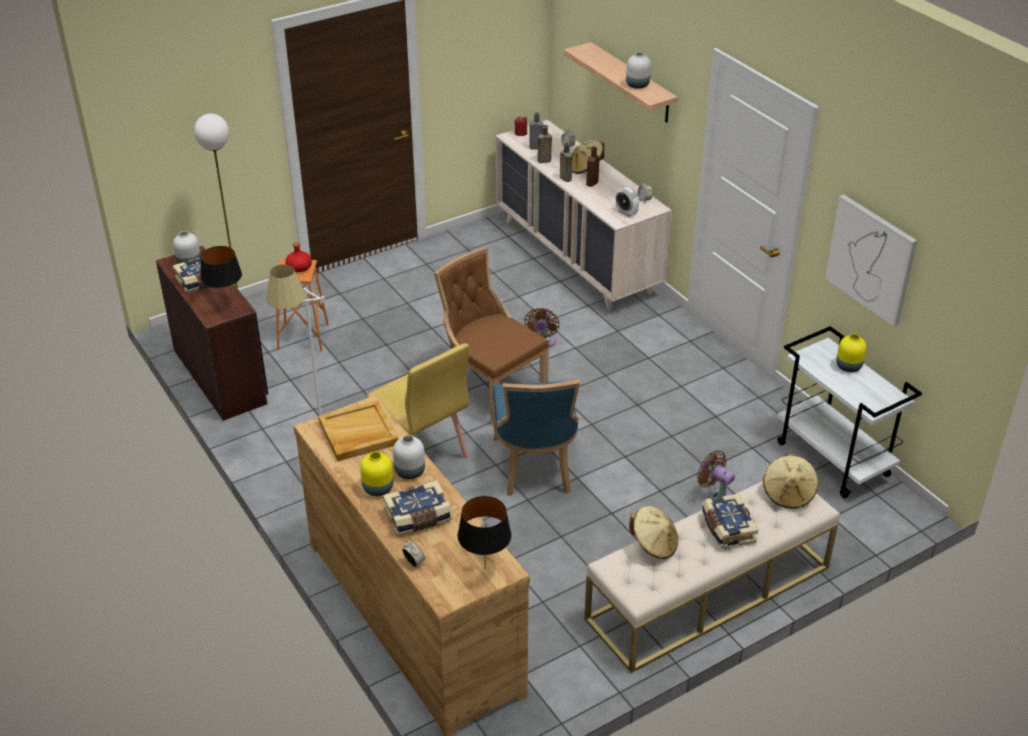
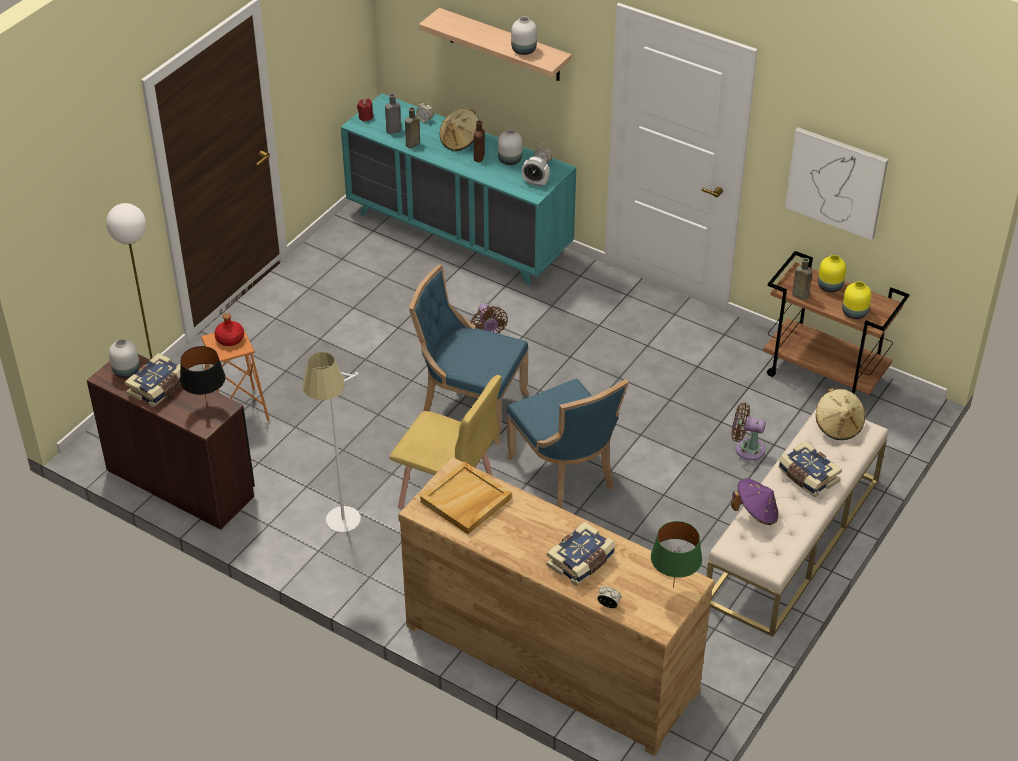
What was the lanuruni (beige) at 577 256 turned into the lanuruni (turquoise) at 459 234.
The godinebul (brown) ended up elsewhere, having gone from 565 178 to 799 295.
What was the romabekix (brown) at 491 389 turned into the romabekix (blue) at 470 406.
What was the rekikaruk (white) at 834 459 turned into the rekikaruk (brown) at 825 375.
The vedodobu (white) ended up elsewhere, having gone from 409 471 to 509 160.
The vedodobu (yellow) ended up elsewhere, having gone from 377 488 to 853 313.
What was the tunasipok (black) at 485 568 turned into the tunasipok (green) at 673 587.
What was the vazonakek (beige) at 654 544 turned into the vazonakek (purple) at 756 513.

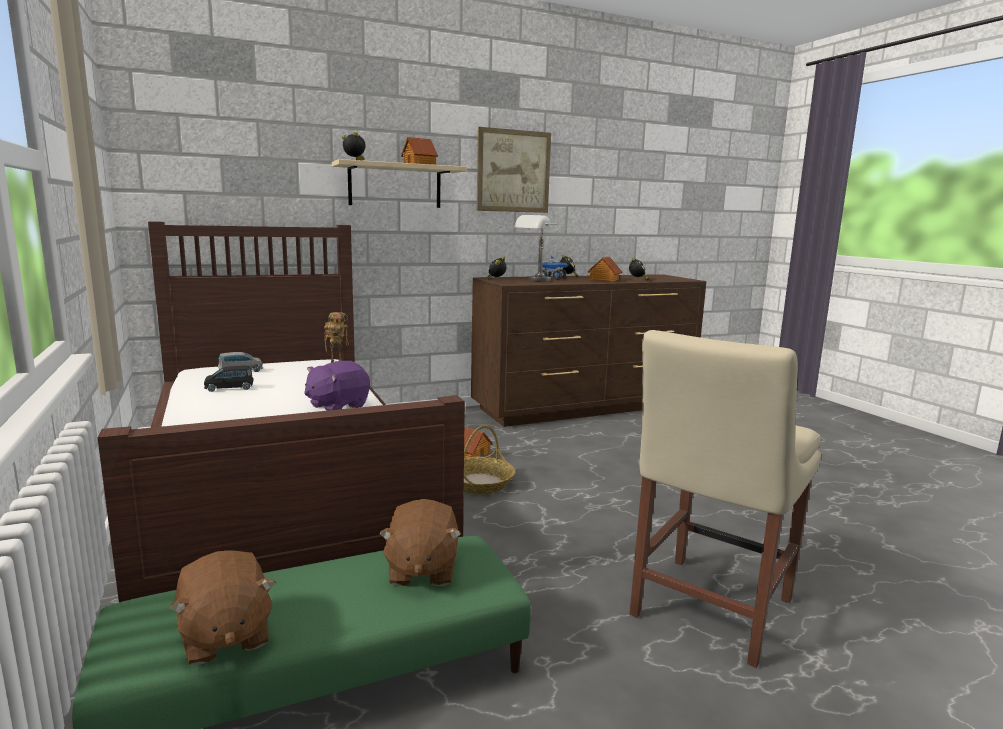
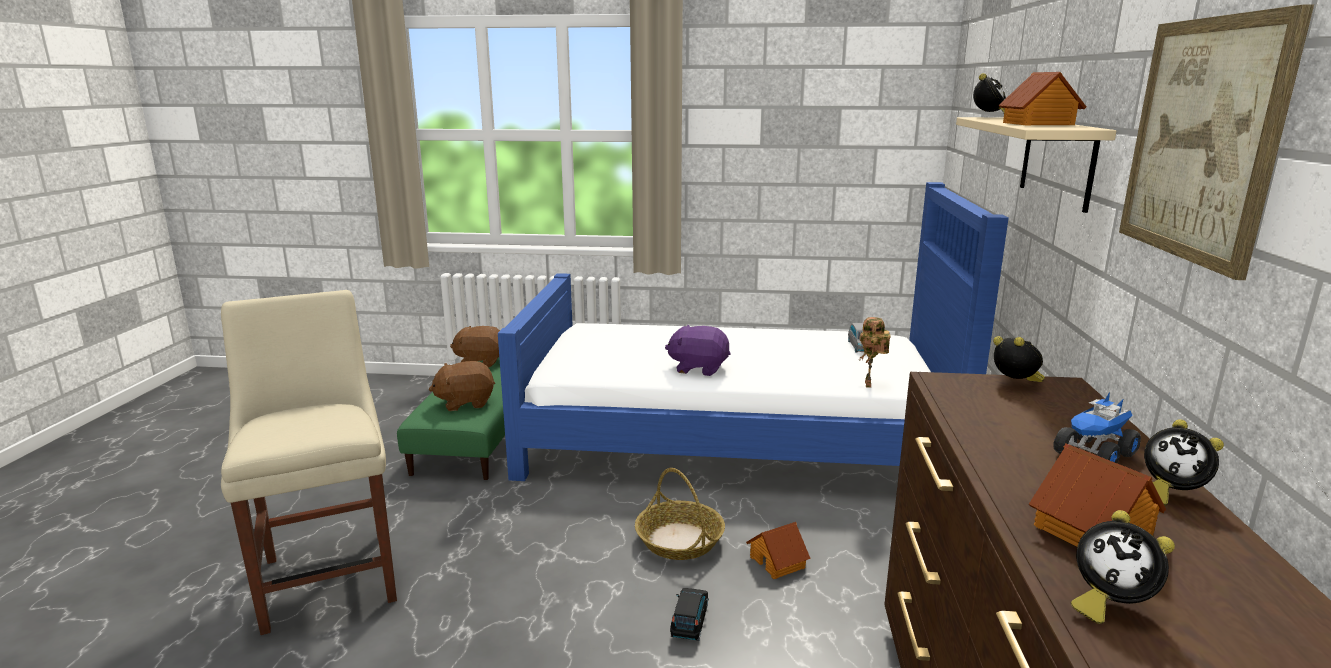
The second view lost the tunasipok (grey) at 535 280.
What was the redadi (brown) at 283 495 turned into the redadi (blue) at 735 439.
The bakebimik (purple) at 337 406 ended up facing another way, 60 degrees counterclockwise from before.
The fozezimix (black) ended up elsewhere, having gone from 229 388 to 689 621.
The bakebimik (brown) at 421 570 ended up facing another way, 45 degrees counterclockwise from before.

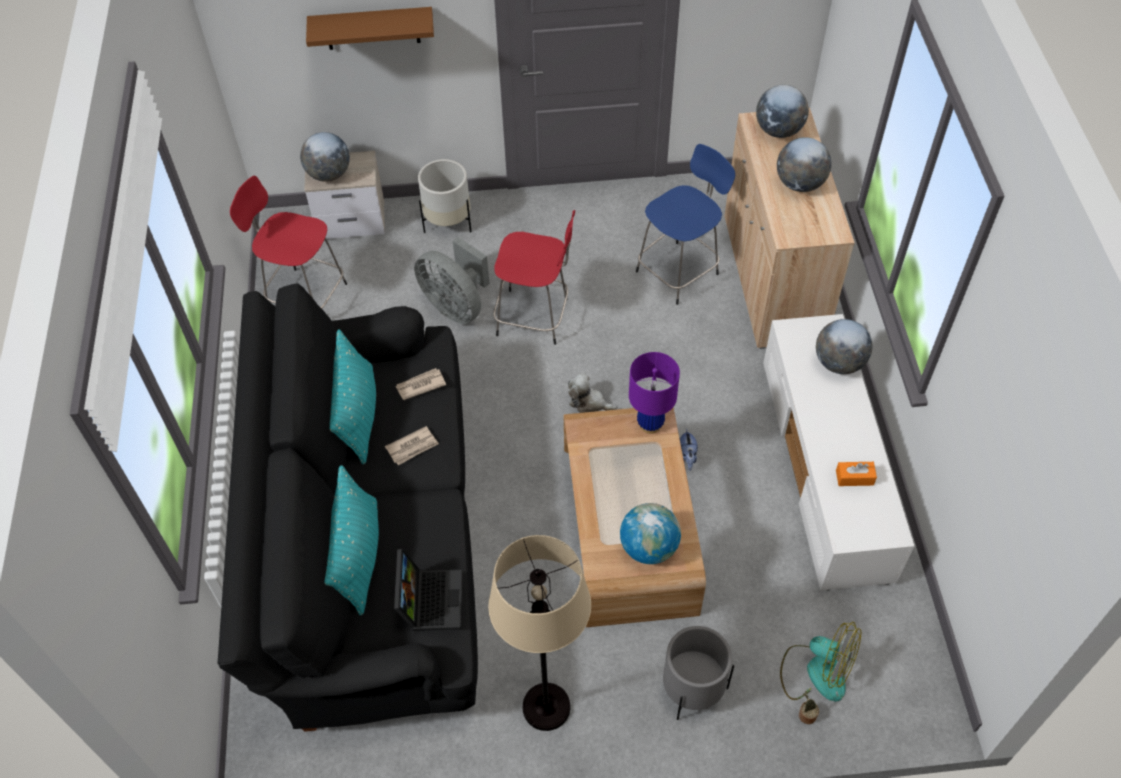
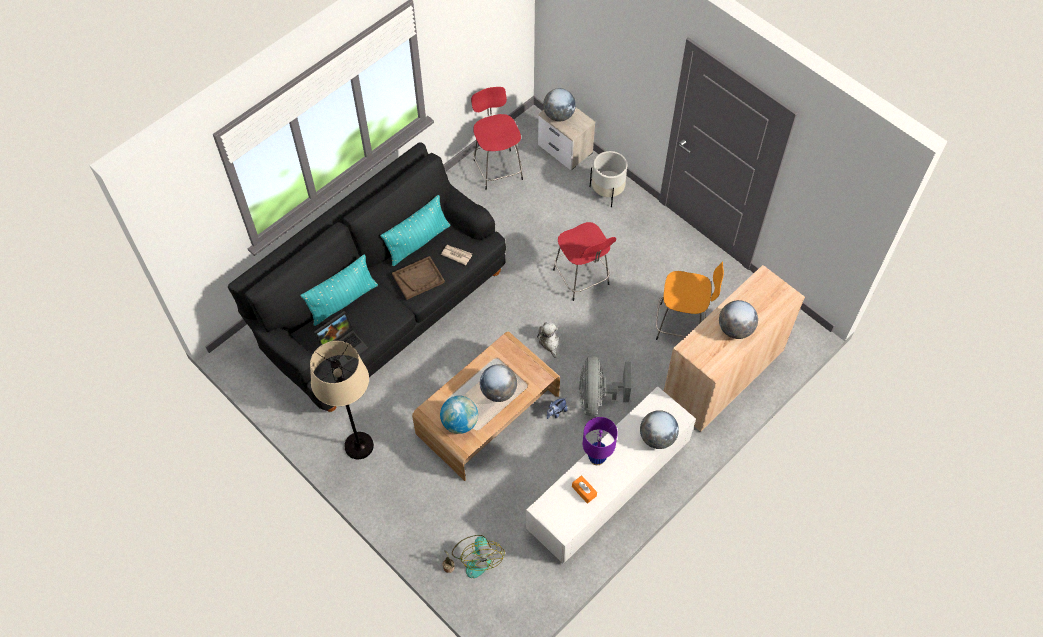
The second view lost the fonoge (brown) at 372 28.
The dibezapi ended up elsewhere, having gone from 779 131 to 498 391.
What was the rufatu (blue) at 679 271 turned into the rufatu (orange) at 681 325.
The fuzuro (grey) ended up elsewhere, having gone from 456 306 to 598 397.
The tunasipok (purple) ended up elsewhere, having gone from 650 424 to 597 458.
Where the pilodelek stood at 412 447, the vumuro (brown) came to stand at 418 278.
The second view lost the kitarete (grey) at 692 689.

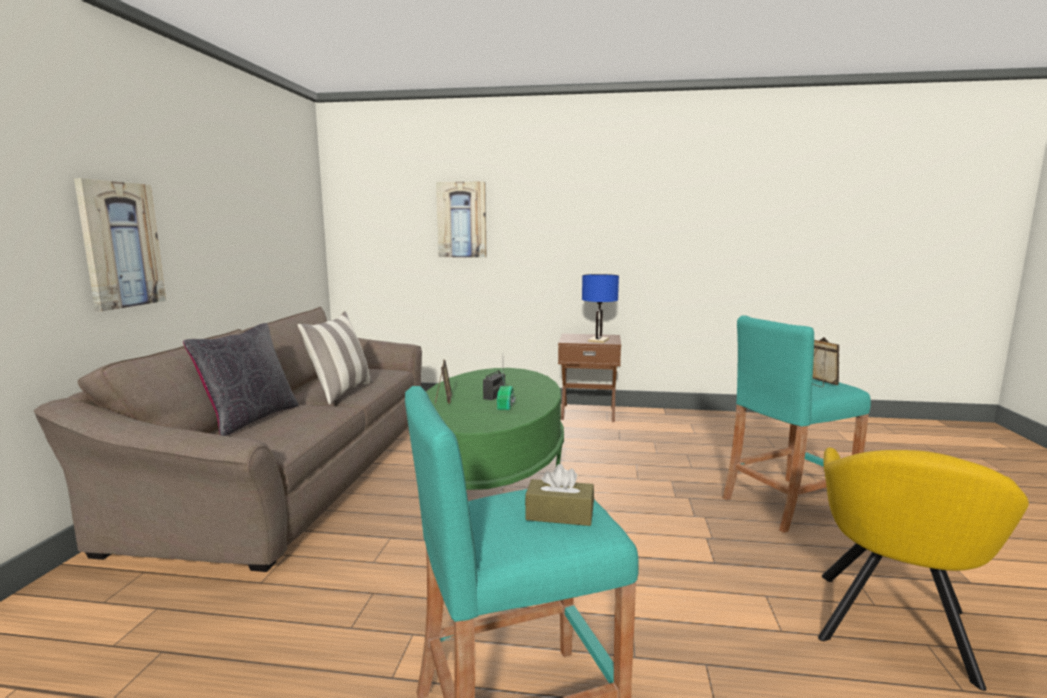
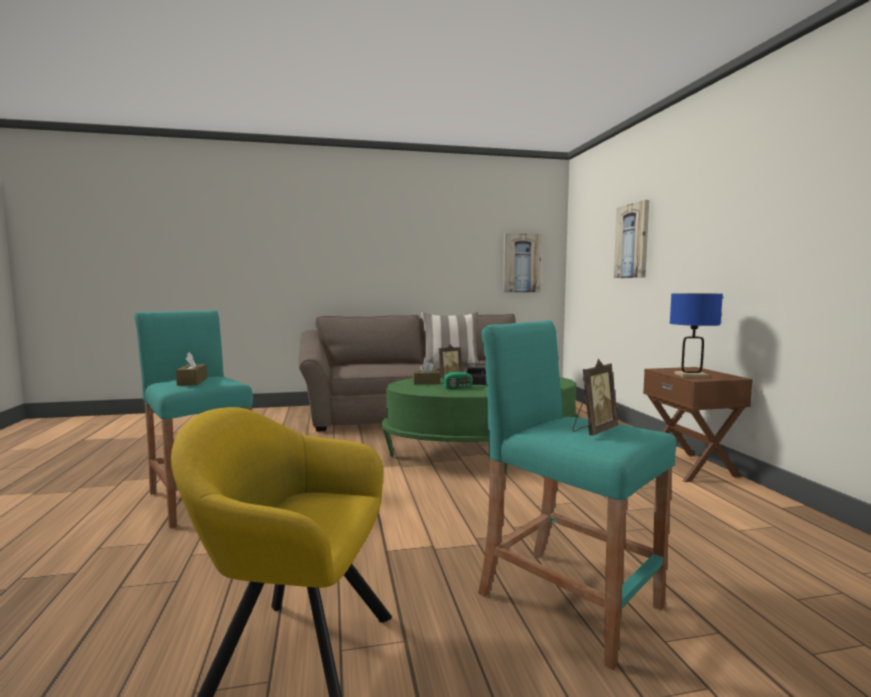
The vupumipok ended up elsewhere, having gone from 121 245 to 521 263.
The second view lost the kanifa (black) at 250 419.
The second view gained the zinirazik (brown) at 426 383.

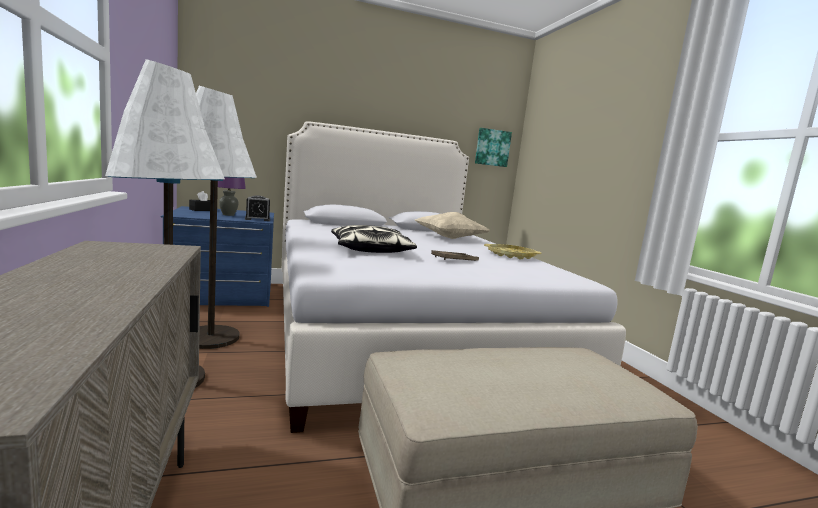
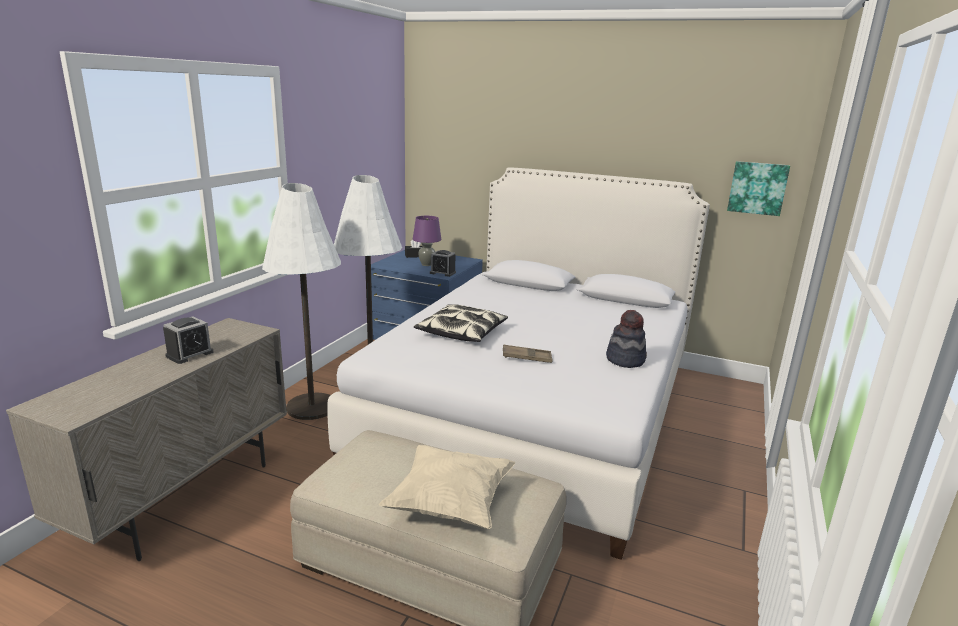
The kanifa (beige) ended up elsewhere, having gone from 449 238 to 450 504.
Where the vumuro (yellow) stood at 511 255, the vazonakek came to stand at 625 360.
The second view gained the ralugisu at 189 354.

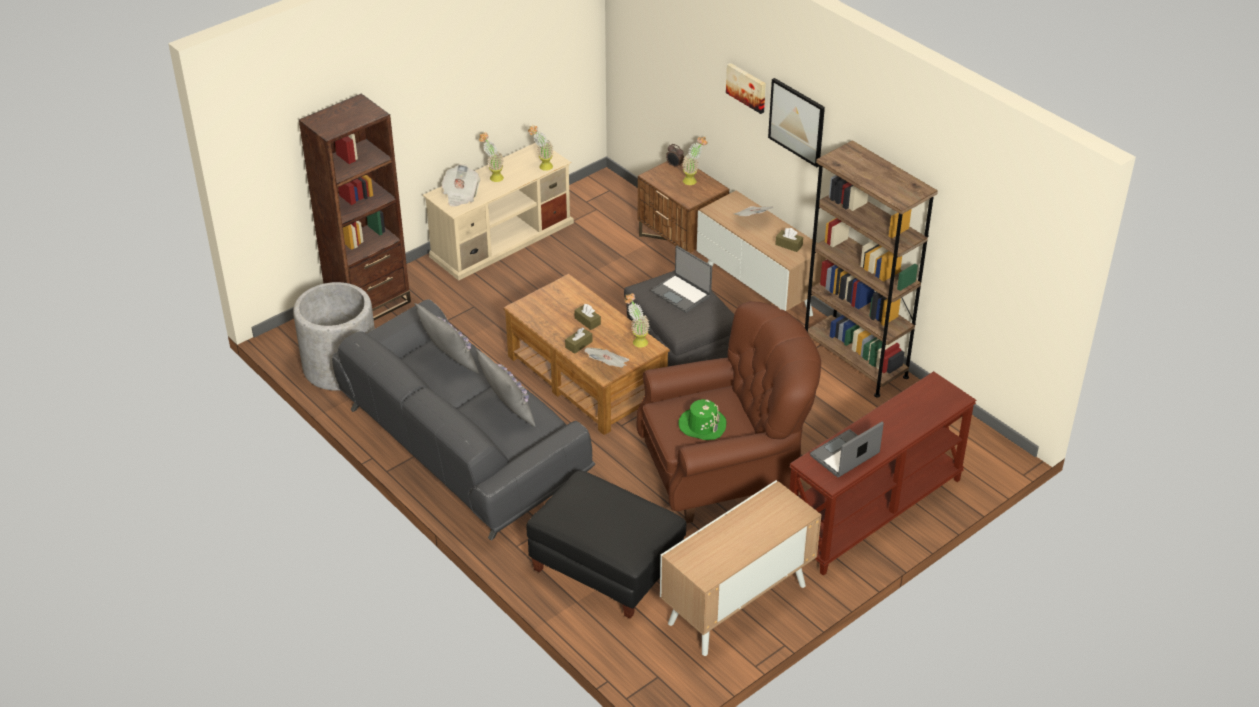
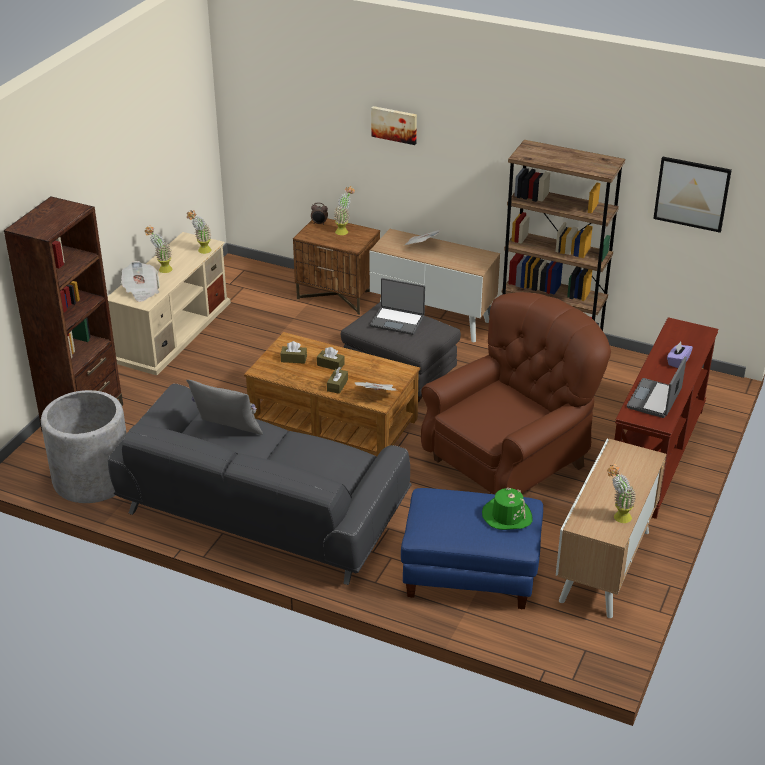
The vupumipok ended up elsewhere, having gone from 797 122 to 692 193.
The zinirazik (brown) ended up elsewhere, having gone from 789 245 to 293 359.
The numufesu ended up elsewhere, having gone from 636 341 to 617 517.
The second view lost the kanifa (grey) at 506 411.
The vazonakek (green) ended up elsewhere, having gone from 702 425 to 507 515.
What was the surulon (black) at 606 568 turned into the surulon (blue) at 470 573.
The second view gained the zinirazik (purple) at 678 362.

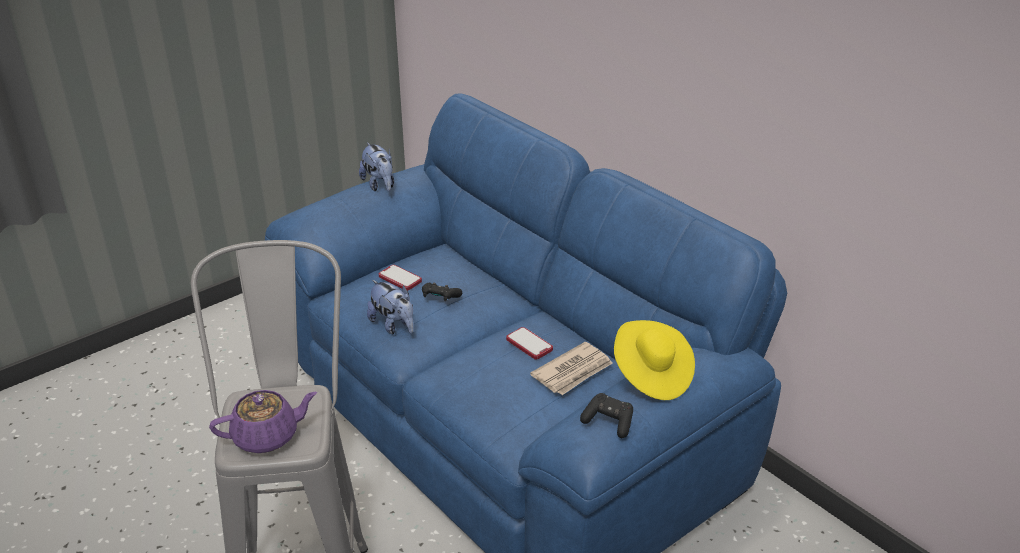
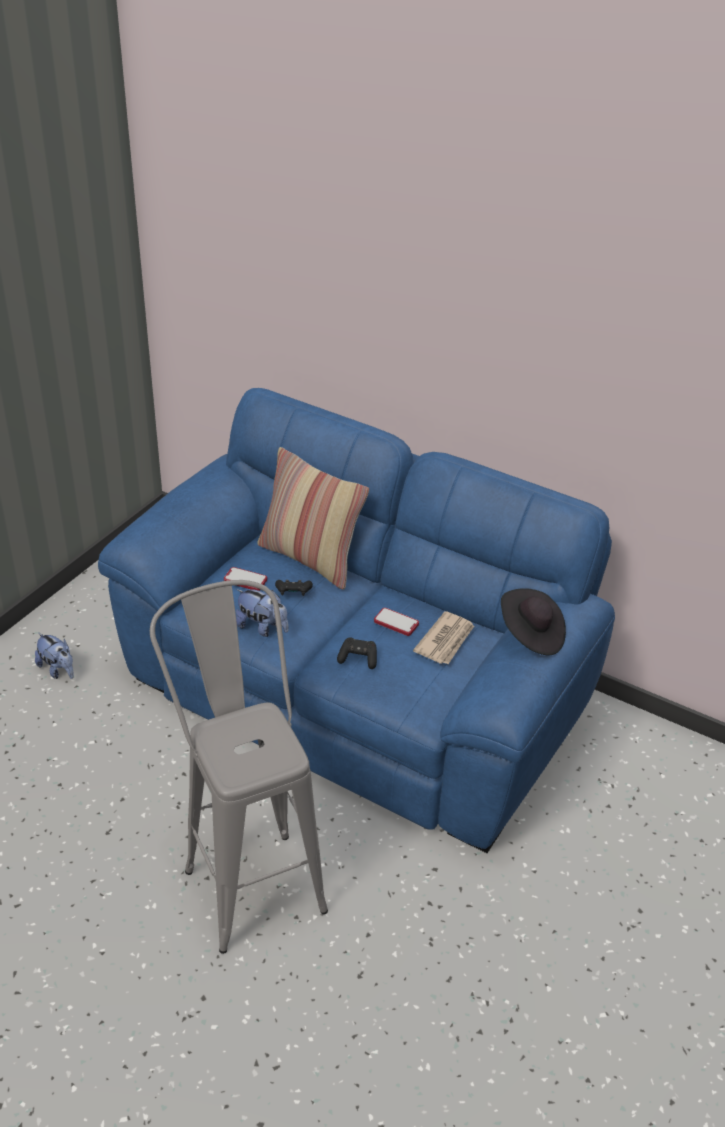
The bakebimik ended up elsewhere, having gone from 379 185 to 58 670.
What was the vazonakek (yellow) at 651 375 turned into the vazonakek (black) at 531 635.
The second view lost the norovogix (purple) at 267 436.
The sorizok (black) ended up elsewhere, having gone from 608 422 to 358 658.
The second view gained the kanifa at 310 559.

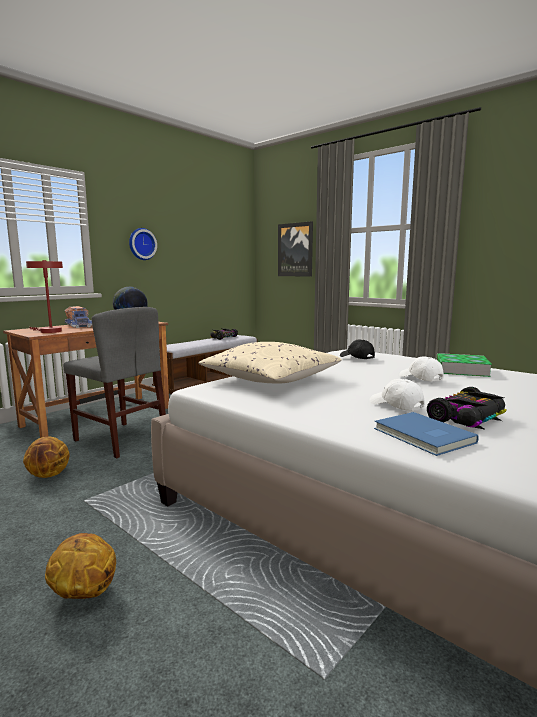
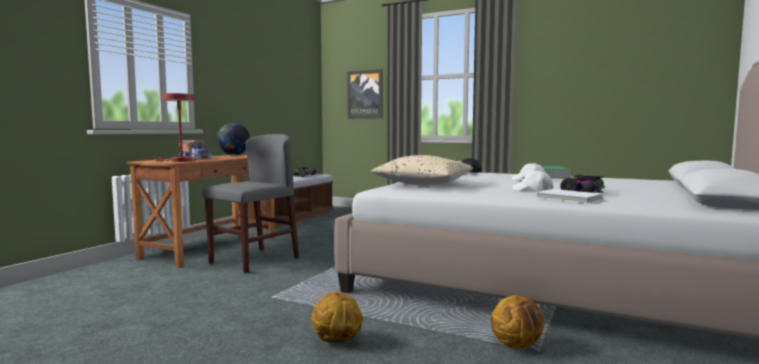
The second view lost the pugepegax at 141 244.
The romabekix (grey) at 120 439 ended up facing another way, 75 degrees counterclockwise from before.
What was the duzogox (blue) at 423 436 turned into the duzogox (white) at 568 198.
The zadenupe ended up elsewhere, having gone from 49 475 to 517 345.

